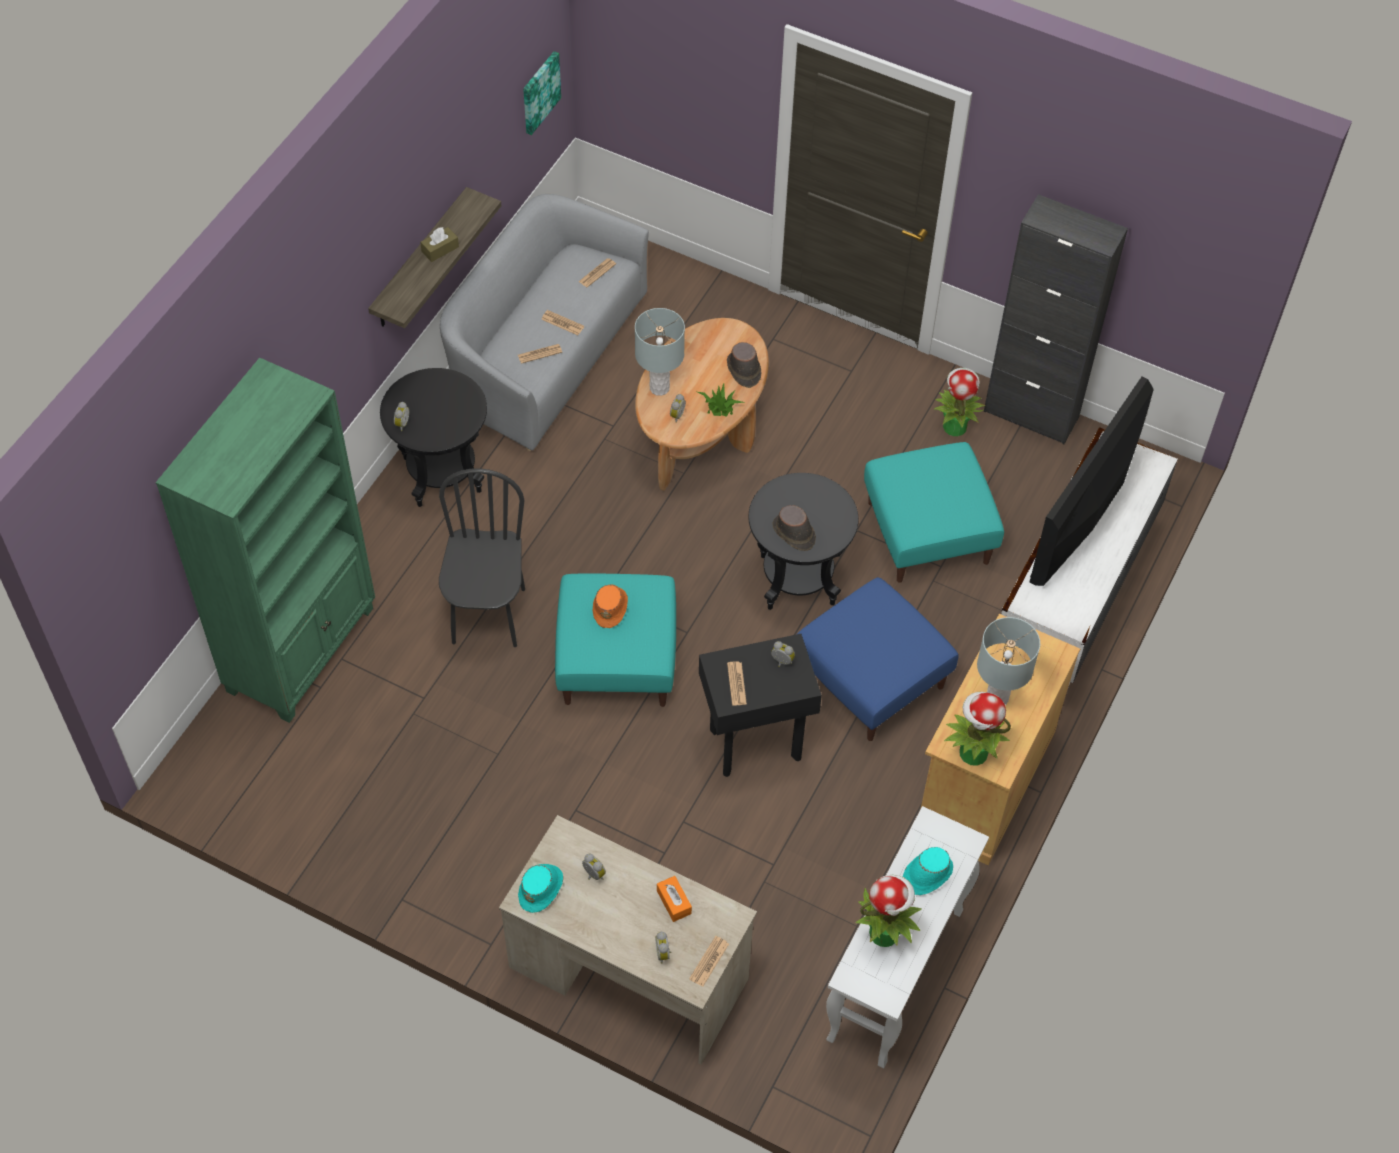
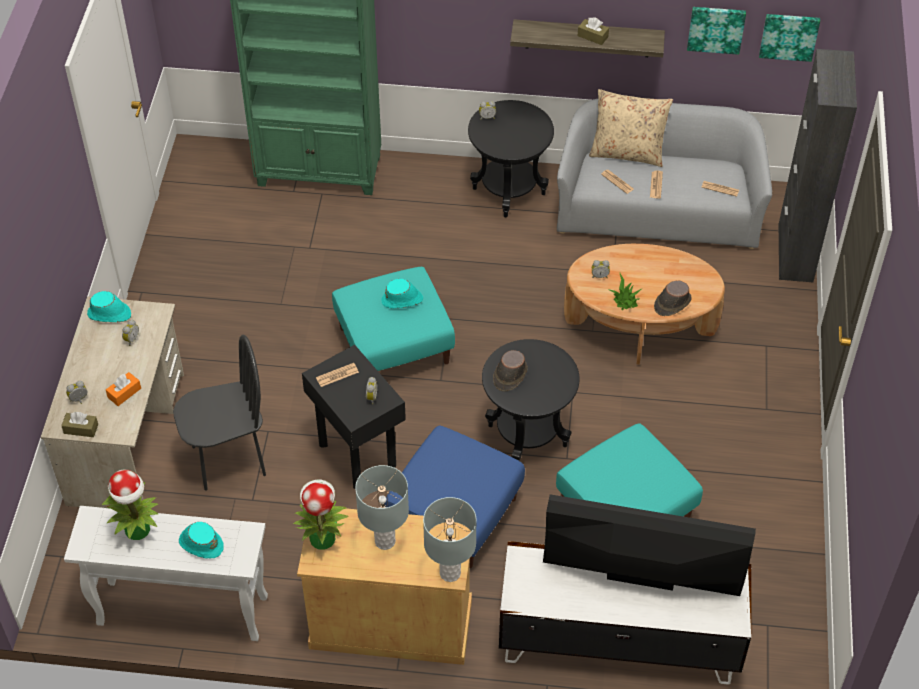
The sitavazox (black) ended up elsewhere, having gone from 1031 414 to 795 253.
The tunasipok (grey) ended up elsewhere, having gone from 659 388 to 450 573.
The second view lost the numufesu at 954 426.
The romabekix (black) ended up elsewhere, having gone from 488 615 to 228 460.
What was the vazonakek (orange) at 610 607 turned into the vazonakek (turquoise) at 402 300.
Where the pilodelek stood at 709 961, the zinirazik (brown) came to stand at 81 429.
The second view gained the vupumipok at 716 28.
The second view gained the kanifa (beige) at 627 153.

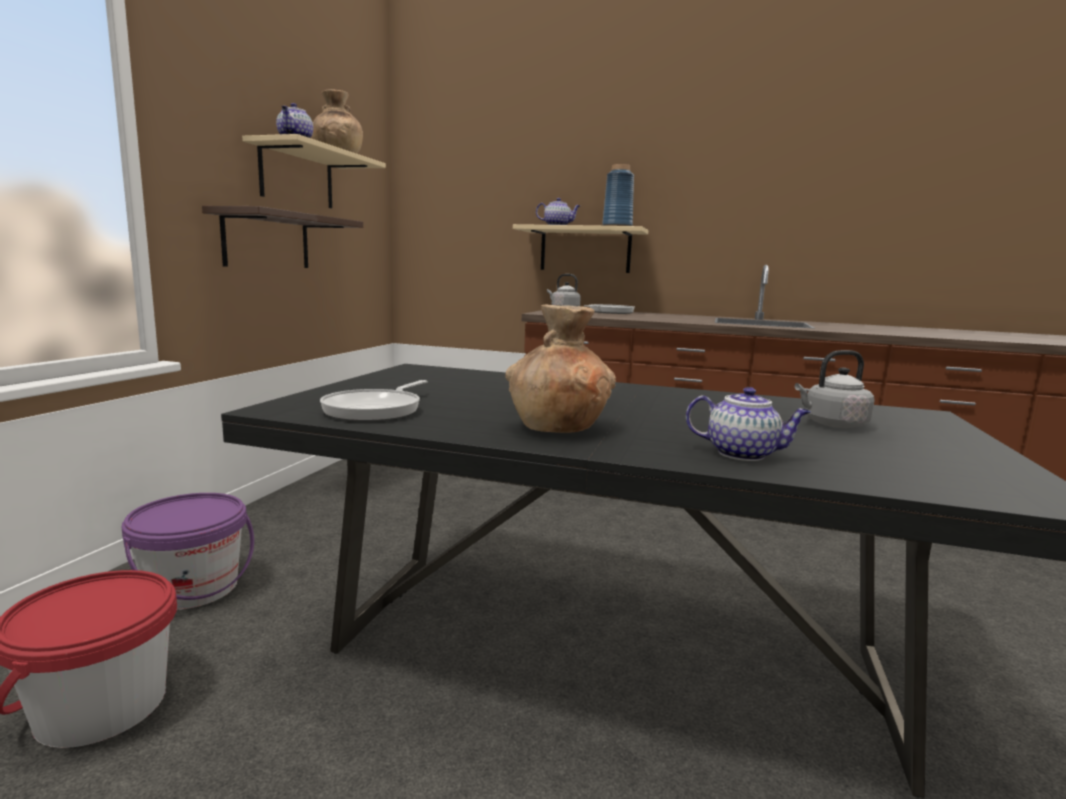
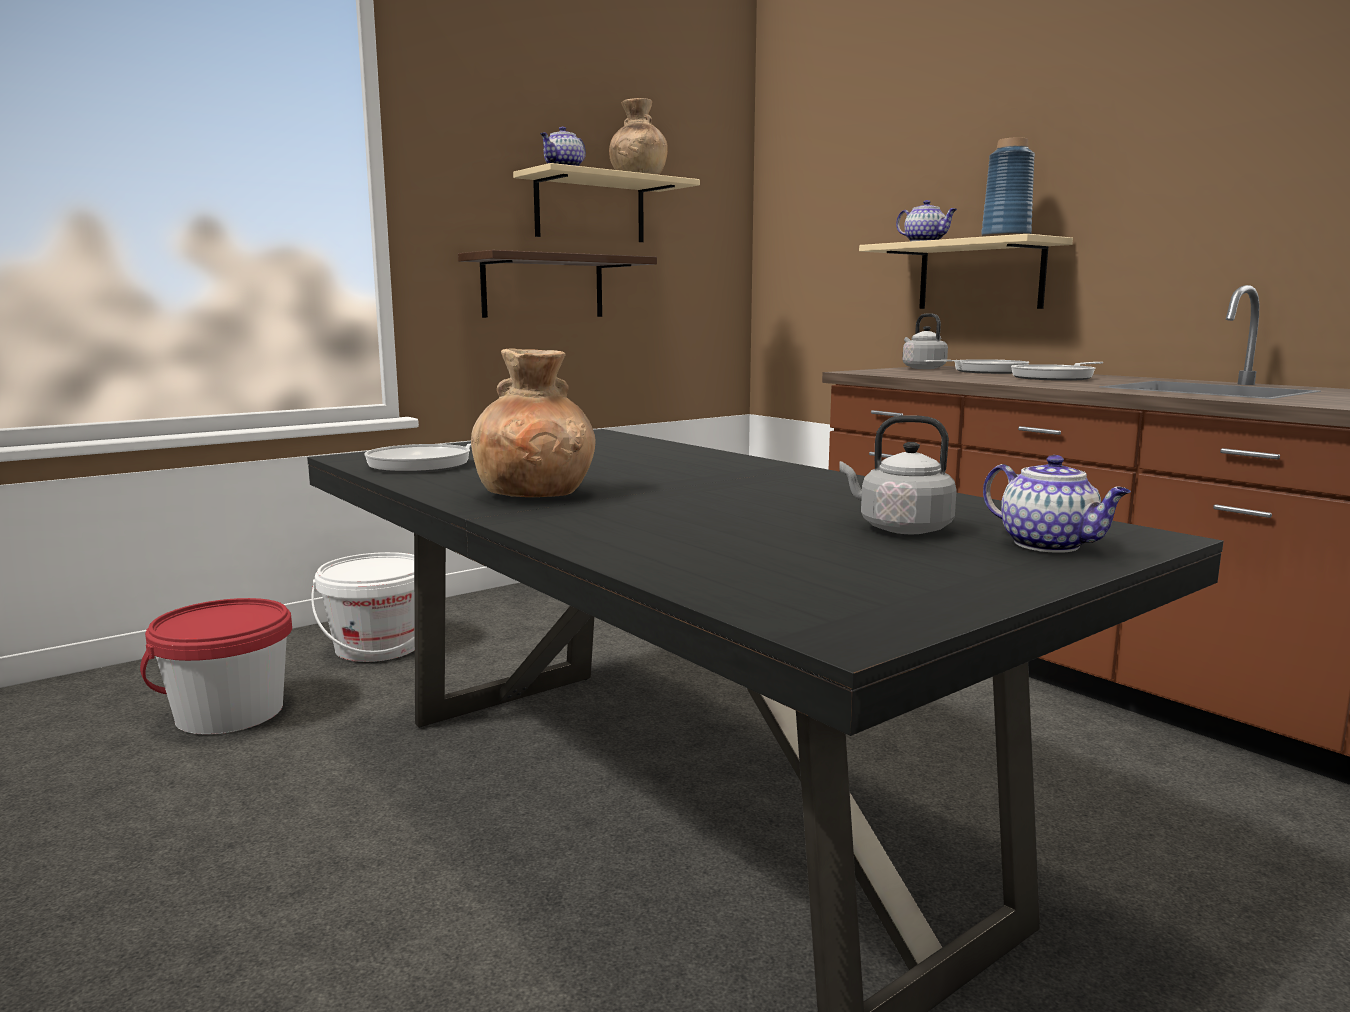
The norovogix ended up elsewhere, having gone from 743 454 to 1050 545.
What was the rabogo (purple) at 193 588 turned into the rabogo (white) at 378 647.
The second view gained the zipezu at 1056 377.

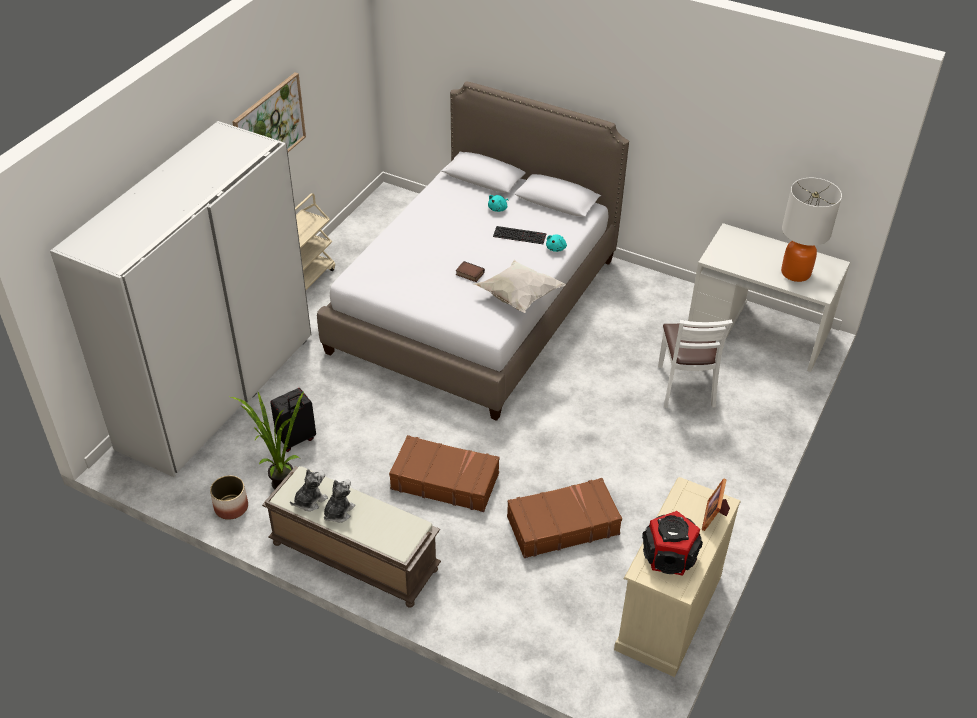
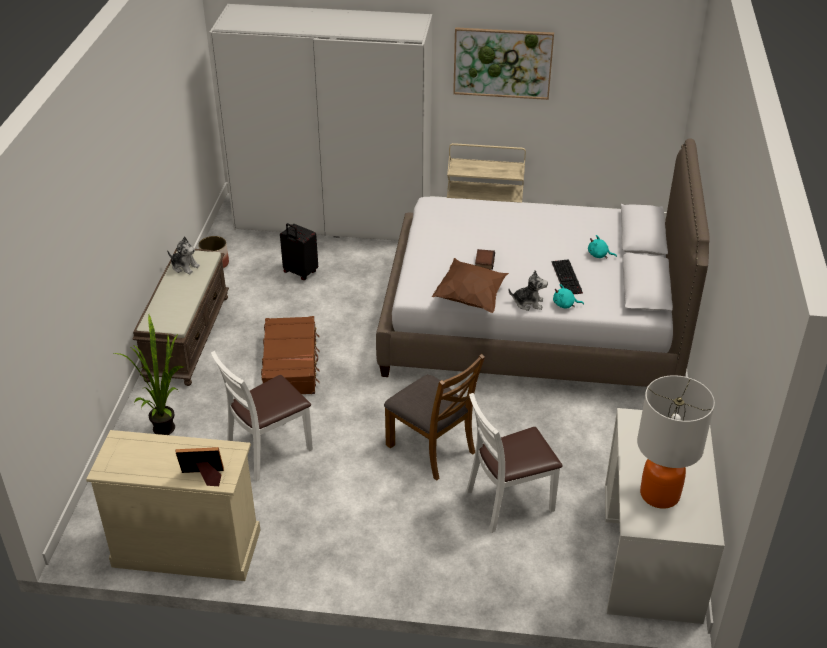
What was the kanifa (white) at 518 297 turned into the kanifa (brown) at 470 297.
The numufesu ended up elsewhere, having gone from 279 481 to 167 426.
Where the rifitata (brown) stood at 562 525, the romabekix (white) came to stand at 268 450.
The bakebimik ended up elsewhere, having gone from 338 512 to 528 303.
The second view lost the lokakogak at 669 557.
The second view gained the romabekix (brown) at 432 448.

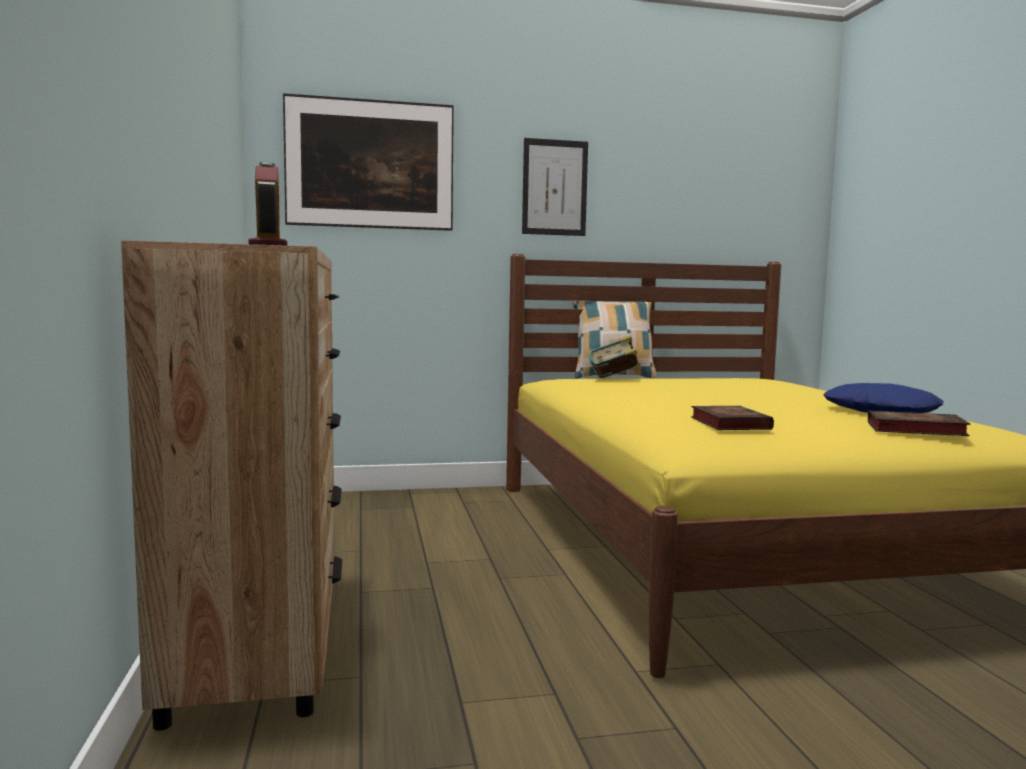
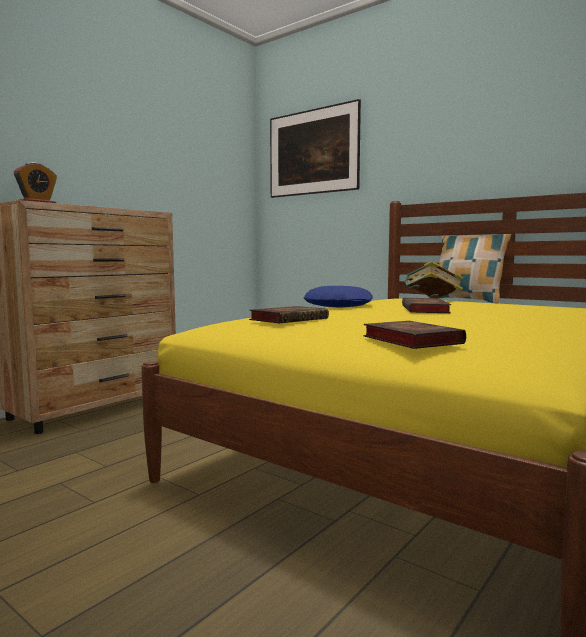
The second view lost the vupumipok at 554 187.
The kanifa (blue) ended up elsewhere, having gone from 881 411 to 339 306.
The second view gained the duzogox at 426 310.

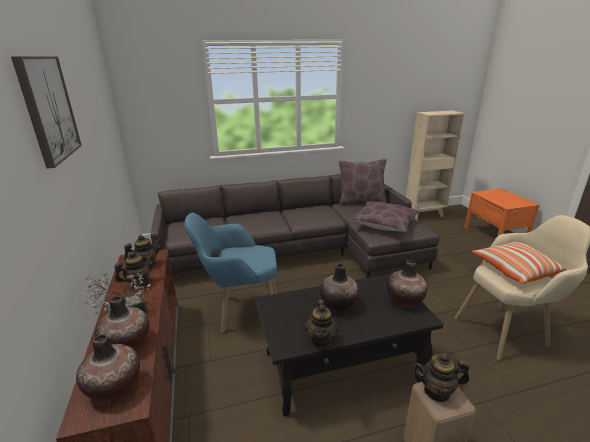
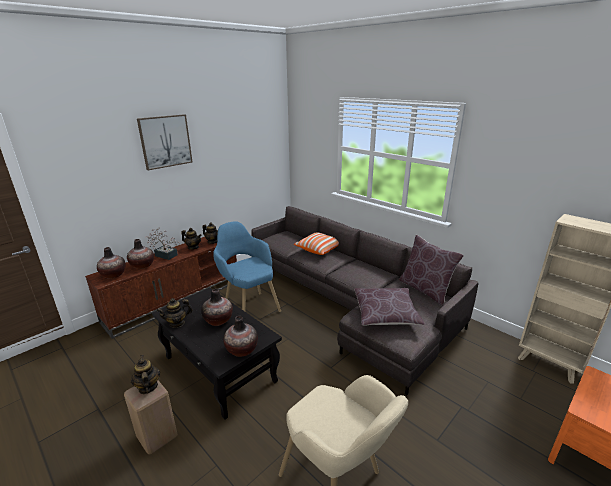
The kanifa ended up elsewhere, having gone from 514 270 to 319 249.

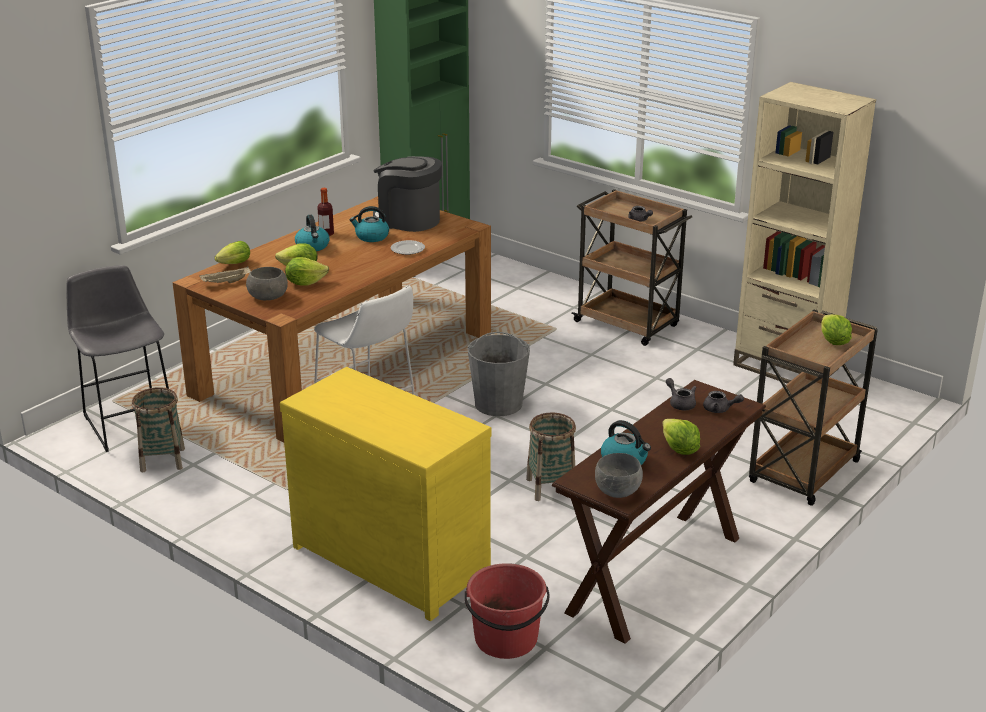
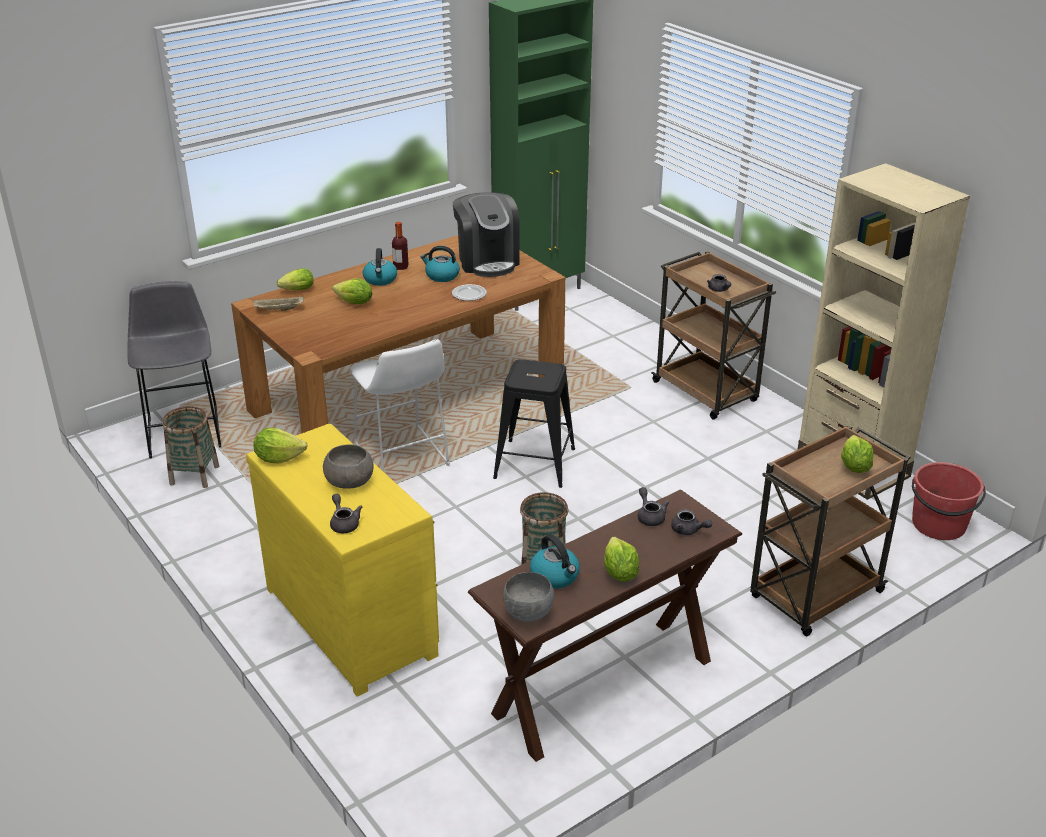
The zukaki at 408 220 ended up facing another way, 150 degrees counterclockwise from before.
The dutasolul ended up elsewhere, having gone from 305 283 to 279 458.
The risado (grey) ended up elsewhere, having gone from 268 296 to 350 481.
Where the rabogo (grey) stood at 498 403, the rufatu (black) came to stand at 534 463.
The rabogo (red) ended up elsewhere, having gone from 506 639 to 939 525.
The second view gained the norovogix (grey) at 344 523.

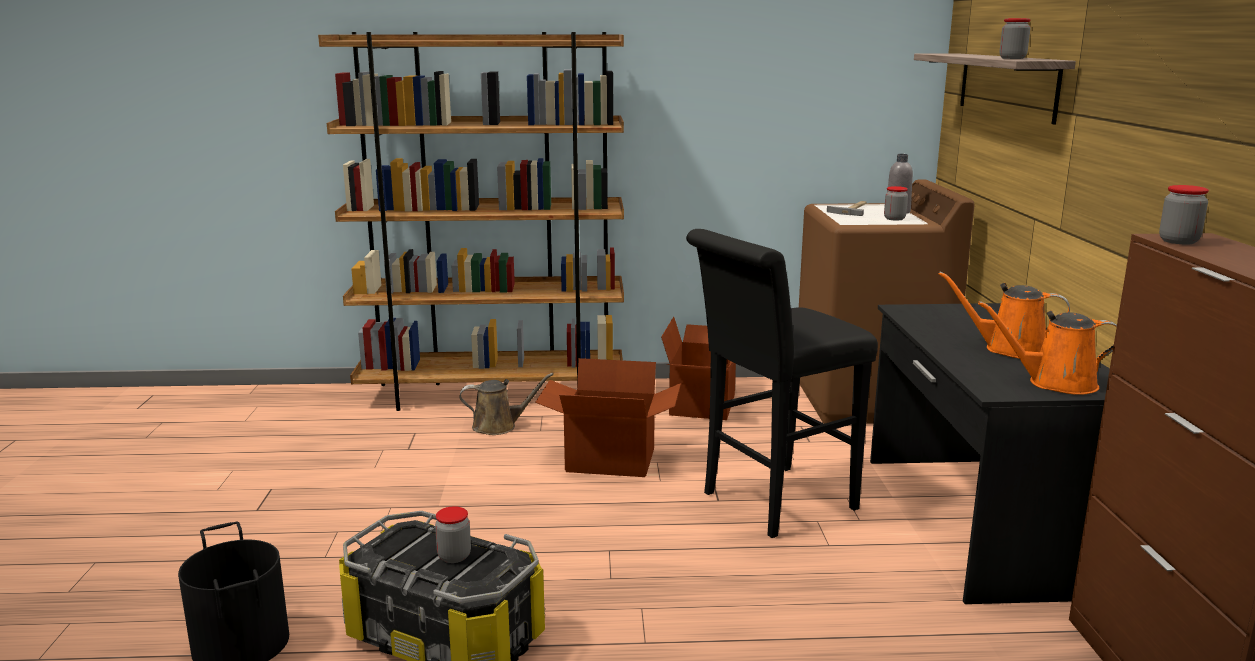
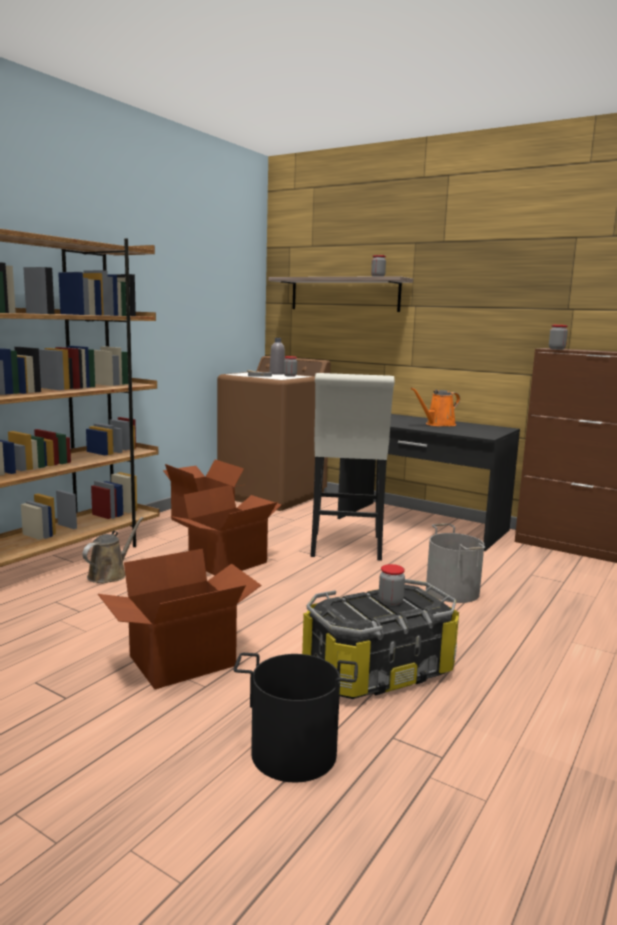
What was the rufatu (black) at 770 503 turned into the rufatu (white) at 346 549.
The second view lost the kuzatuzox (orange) at 1055 383.
The second view gained the rabogo (grey) at 453 591.
The second view gained the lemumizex at 183 662.

